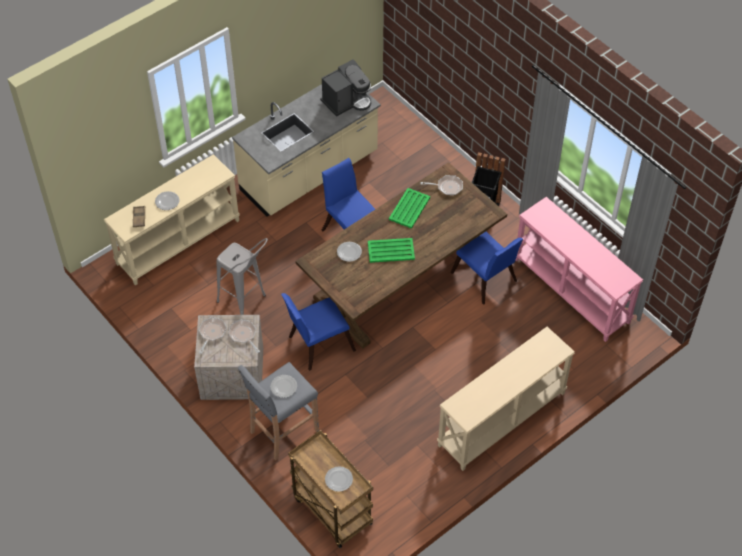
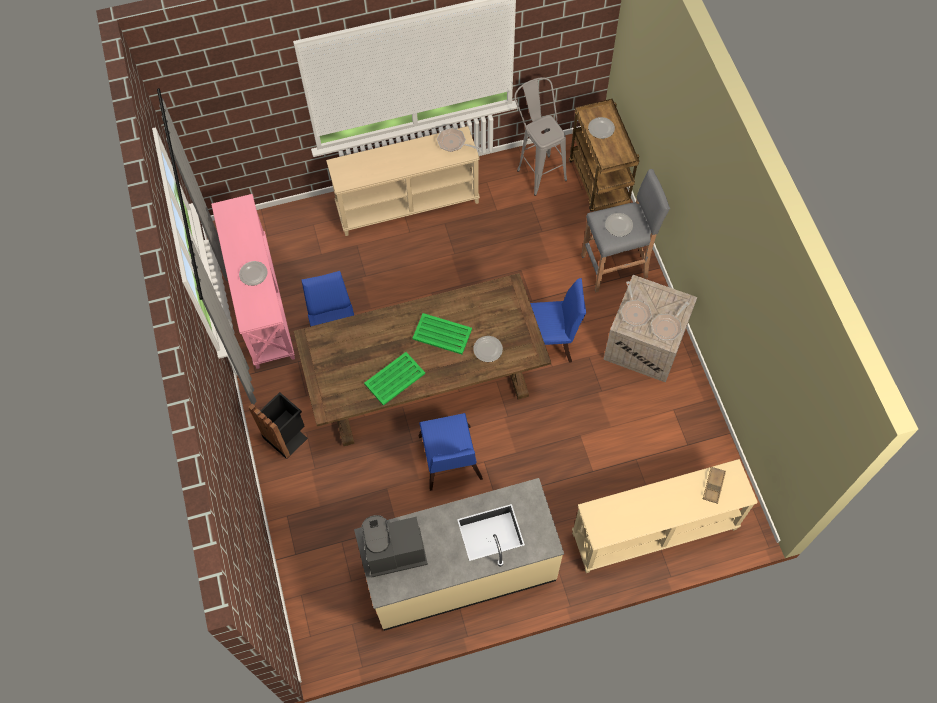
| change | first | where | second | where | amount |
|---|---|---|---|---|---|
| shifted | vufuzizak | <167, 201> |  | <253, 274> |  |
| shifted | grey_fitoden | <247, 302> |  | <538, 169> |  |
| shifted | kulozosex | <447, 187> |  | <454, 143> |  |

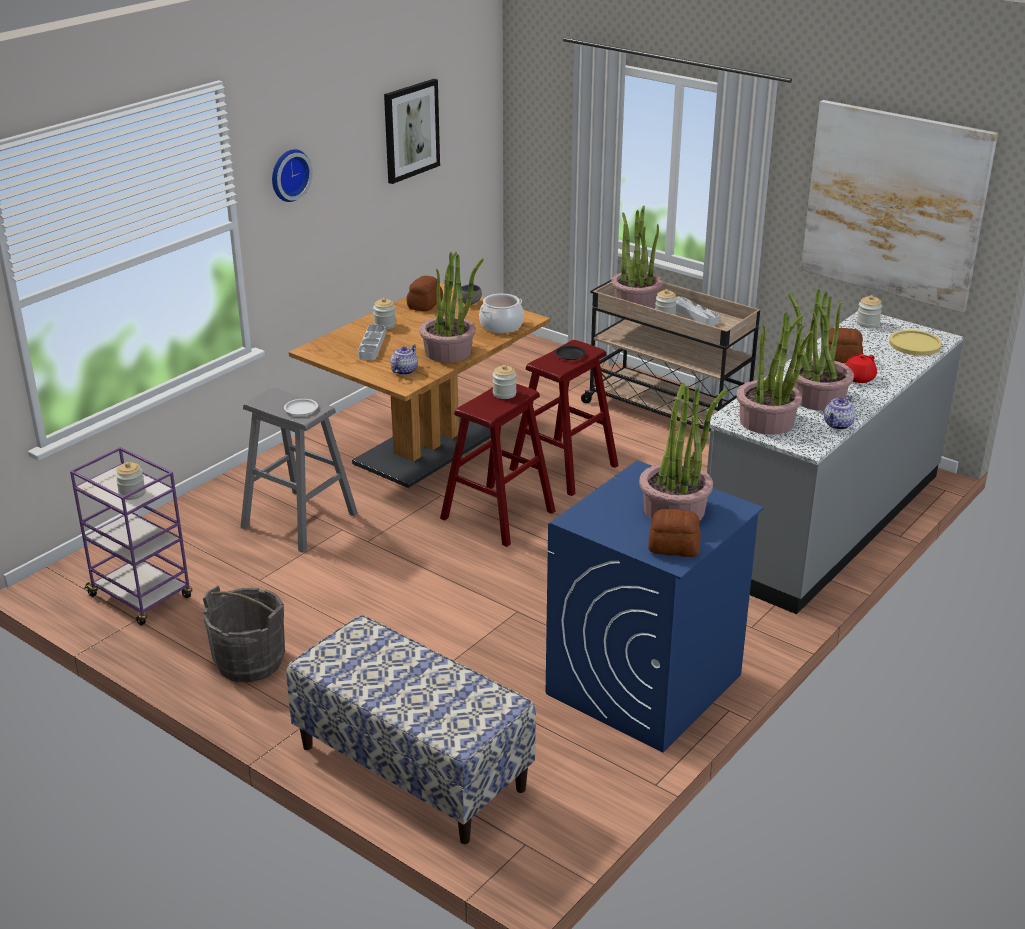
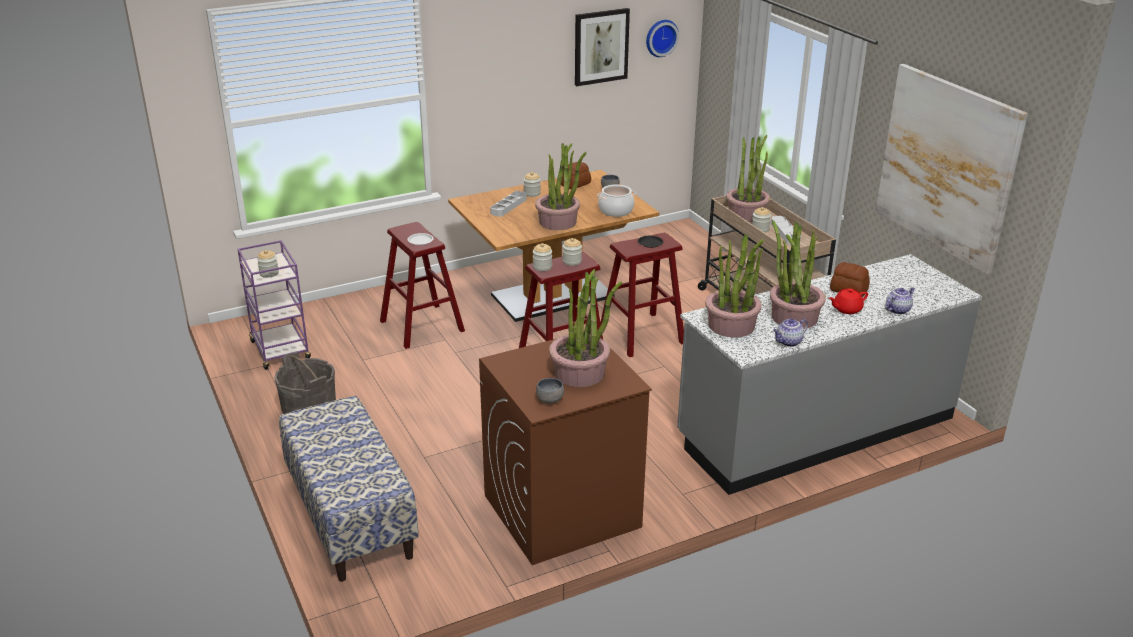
| change | first | where | second | where | amount |
|---|---|---|---|---|---|
| gone | yellow_vufuzizak | <915, 344> |  |  |  |
| shifted | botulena | <288, 174> |  | <660, 37> |  |
| shifted | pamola | <404, 370> |  | <898, 310> |  |
| shifted | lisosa | <867, 324> |  | <542, 267> |  |
| swapped | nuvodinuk | <673, 547> | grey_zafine | <549, 399> |  |
| repainted | grey_fitoden | <299, 520> | red_fitoden | <422, 326> |  |
| repainted | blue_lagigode | <643, 685> | brown_lagigode | <561, 511> |  |

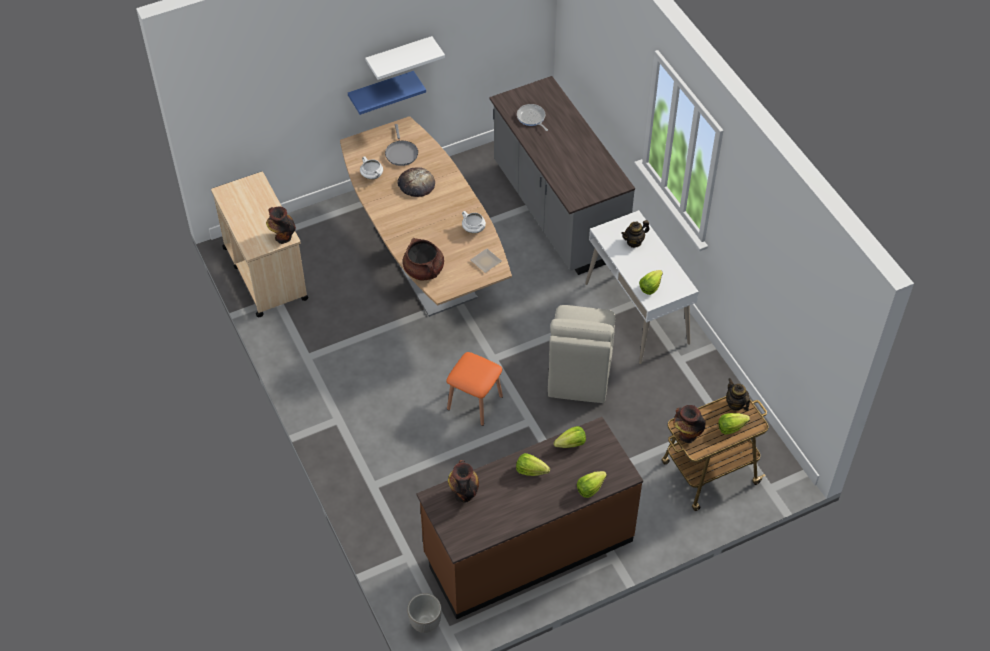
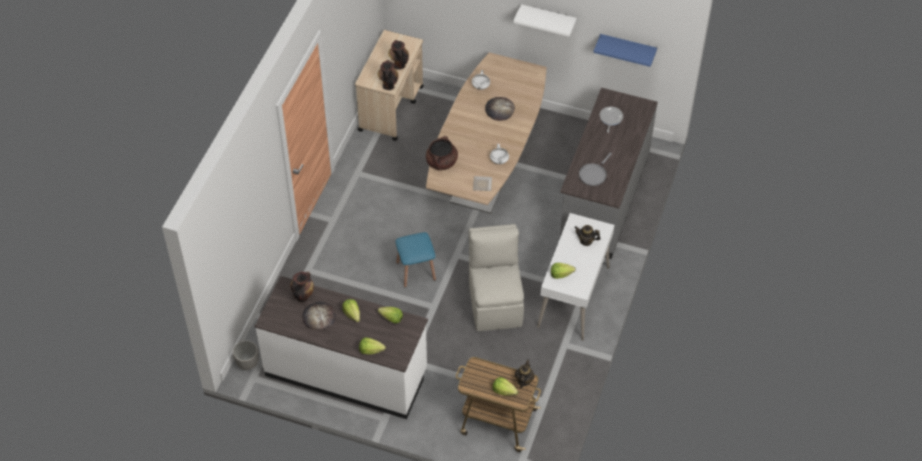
| change | first | where | second | where | amount |
|---|---|---|---|---|---|
| new |  |  | nuvodinuk | <319, 317> |  |
| shifted | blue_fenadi | <381, 91> |  | <627, 48> |  |
| shifted | grey_kulozosex | <401, 153> |  | <593, 174> |  |
| shifted | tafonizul | <686, 435> |  | <398, 64> |  |
| repainted | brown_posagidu | <528, 548> | white_posagidu | <346, 372> |  |
| repainted | orange_fitoden | <475, 402> | blue_fitoden | <416, 271> |  |
| rotated | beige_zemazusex | <579, 373> |  | <495, 303> | 120 degrees clockwise |

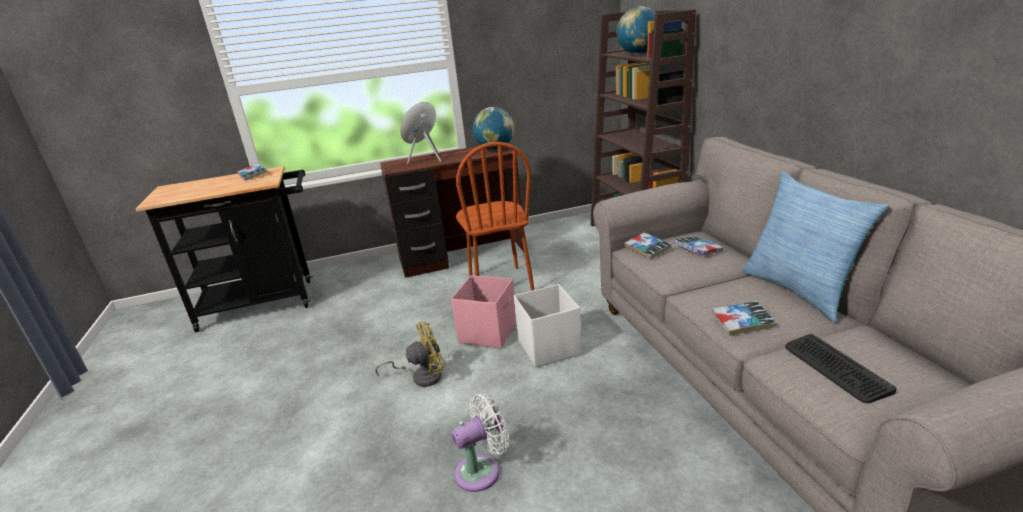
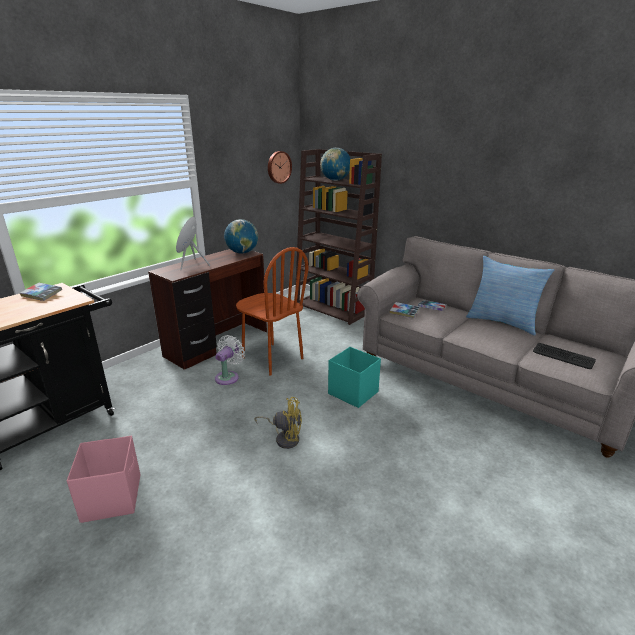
| change | first | where | second | where | amount |
|---|---|---|---|---|---|
| gone | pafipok | <742, 322> |  |  |  |
| new |  |  | botulena | <278, 167> |  |
| shifted | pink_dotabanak | <489, 332> |  | <113, 497> |  |
| shifted | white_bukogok | <482, 470> |  | <228, 377> |  |
| repainted | white_dotabanak | <549, 347> | turquoise_dotabanak | <352, 392> |  |
| rotated | yellow_bukogok | <421, 376> |  | <284, 438> | 60 degrees clockwise |

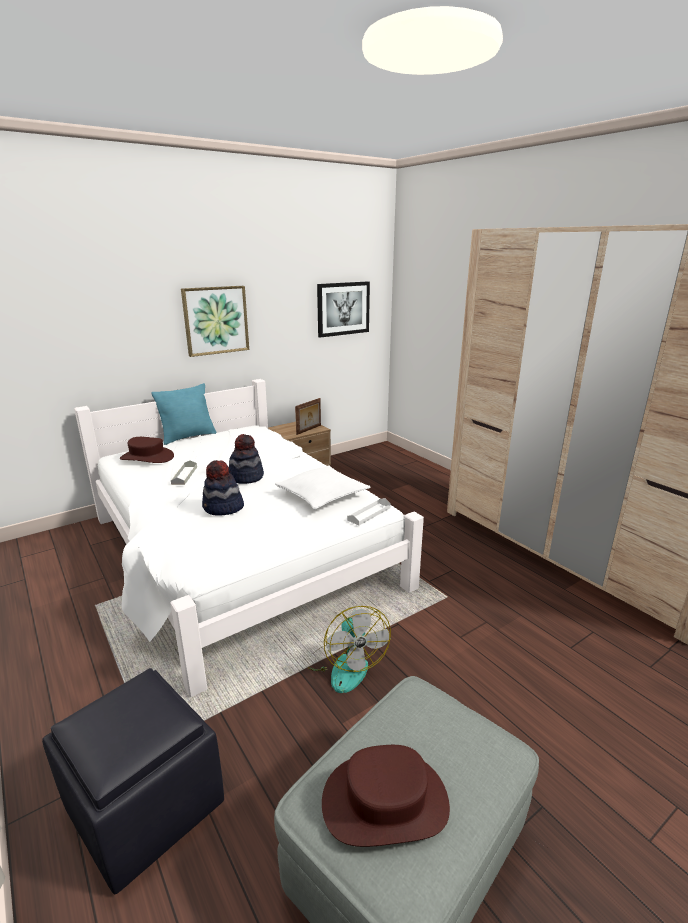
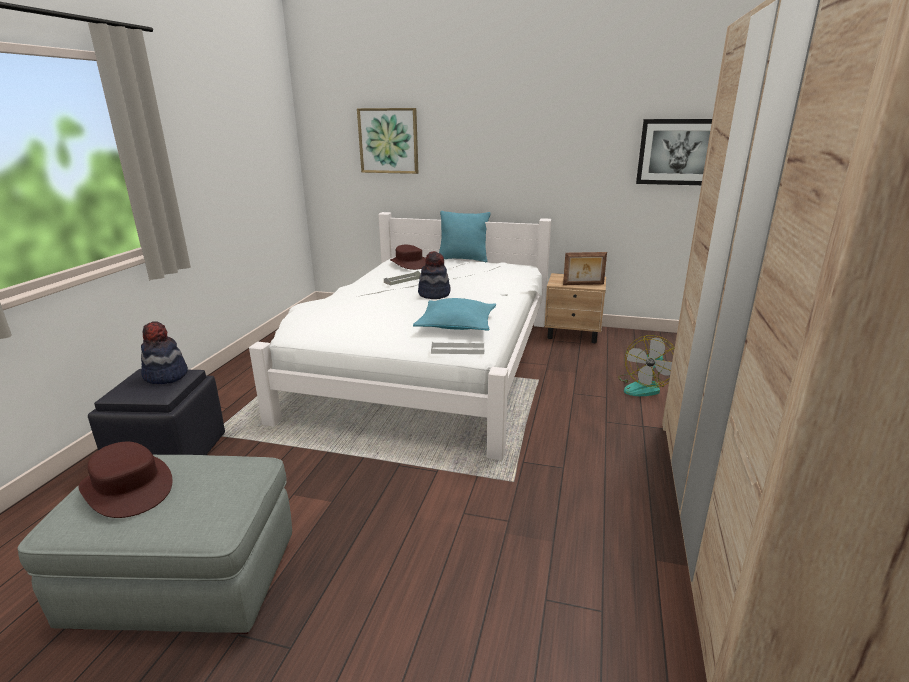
| change | first | where | second | where | amount |
|---|---|---|---|---|---|
| shifted | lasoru | <215, 320> |  | <388, 141> |  |
| shifted | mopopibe | <223, 508> |  | <165, 376> |  |
| shifted | bukogok | <345, 665> |  | <644, 386> |  |
| repainted | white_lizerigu | <322, 495> | turquoise_lizerigu | <456, 325> |  |

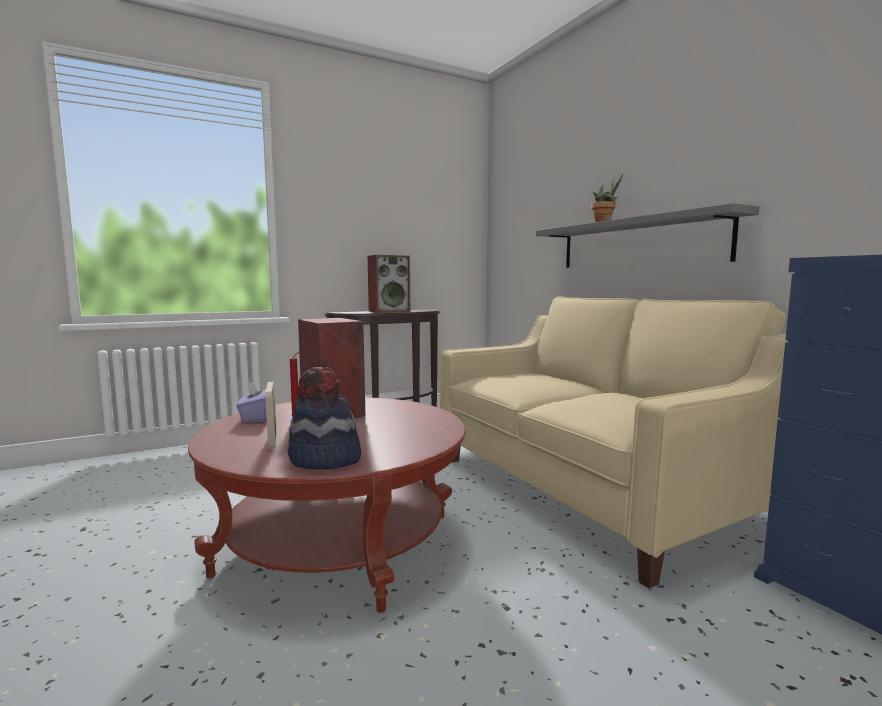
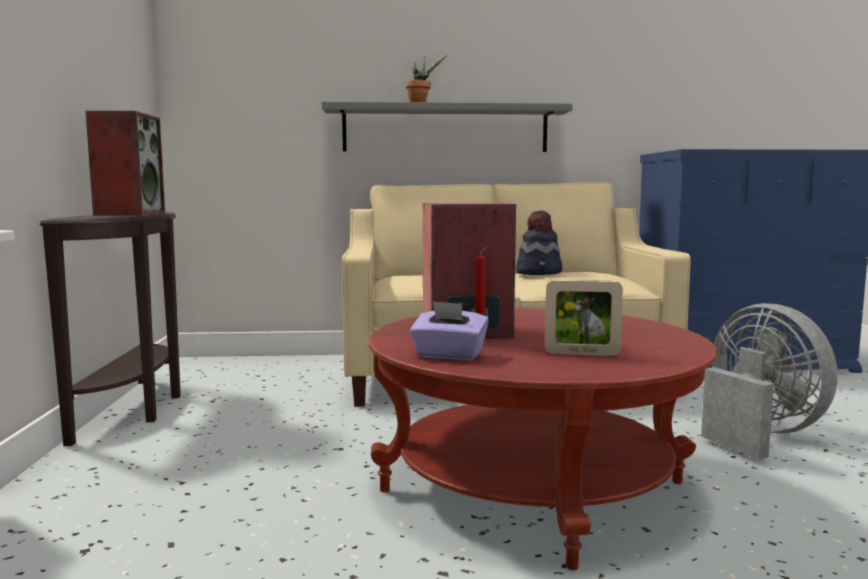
| change | first | where | second | where | amount |
|---|---|---|---|---|---|
| new |  |  | grey_bukogok | <758, 434> |  |
| shifted | mopopibe | <324, 460> |  | <539, 273> |  |

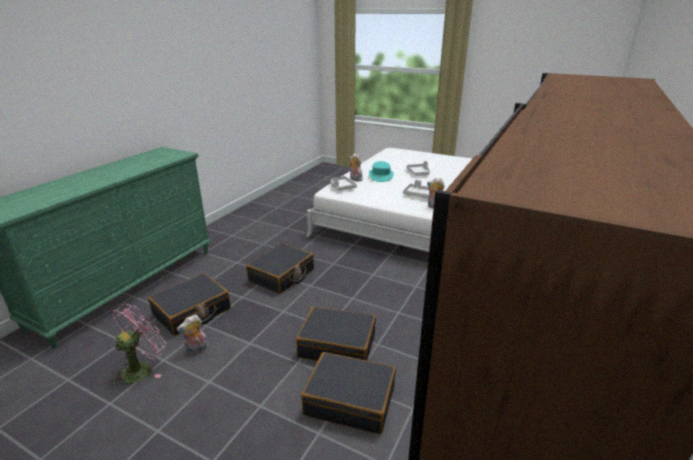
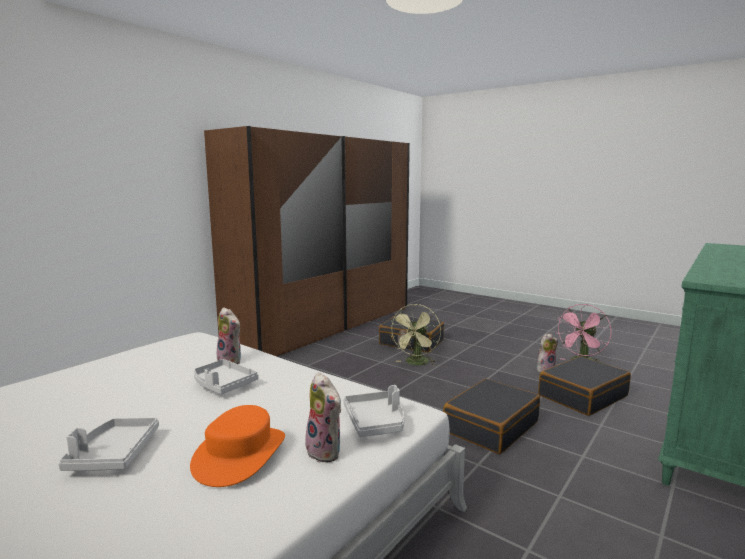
| change | first | where | second | where | amount |
|---|---|---|---|---|---|
| swapped | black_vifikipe | <337, 345> | green_bukogok | <416, 363> |  |
| repainted | turquoise_mopopibe | <381, 176> | orange_mopopibe | <240, 454> |  |

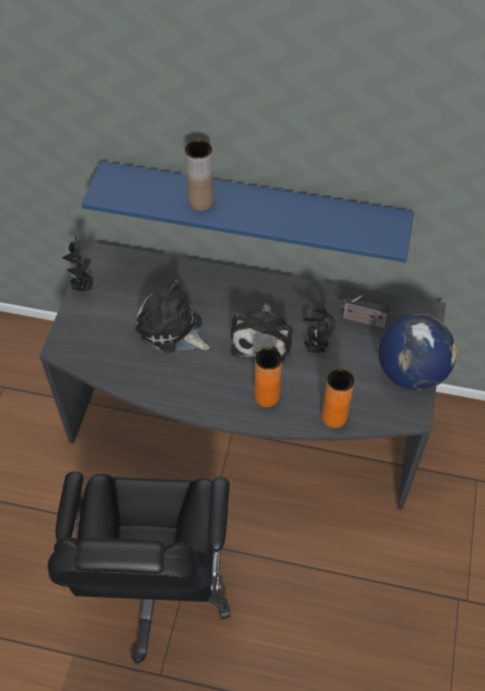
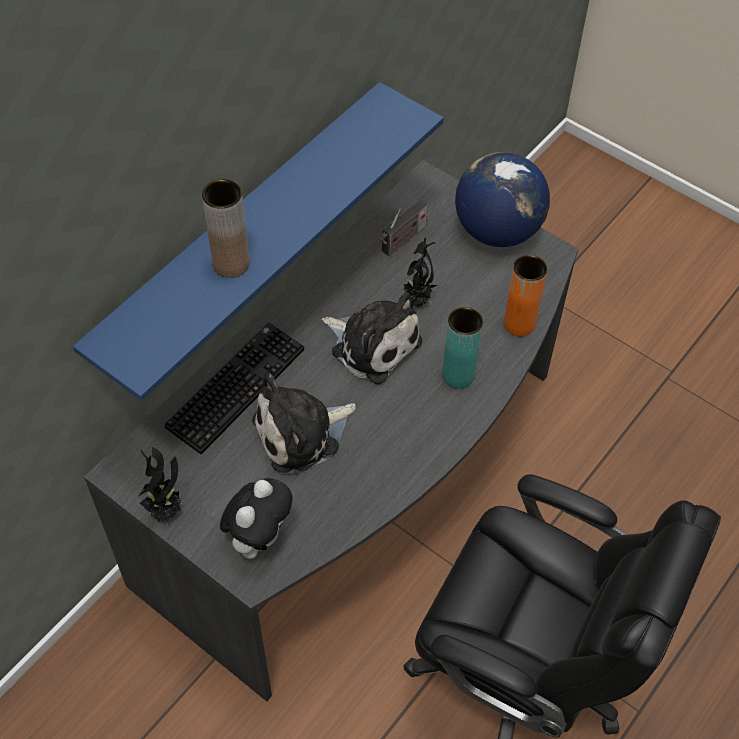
| change | first | where | second | where | amount |
|---|---|---|---|---|---|
| new |  |  | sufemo | <235, 385> |  |
| new |  |  | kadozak | <259, 537> |  |
| repainted | orange_tafonizul | <266, 397> | turquoise_tafonizul | <458, 375> |  |

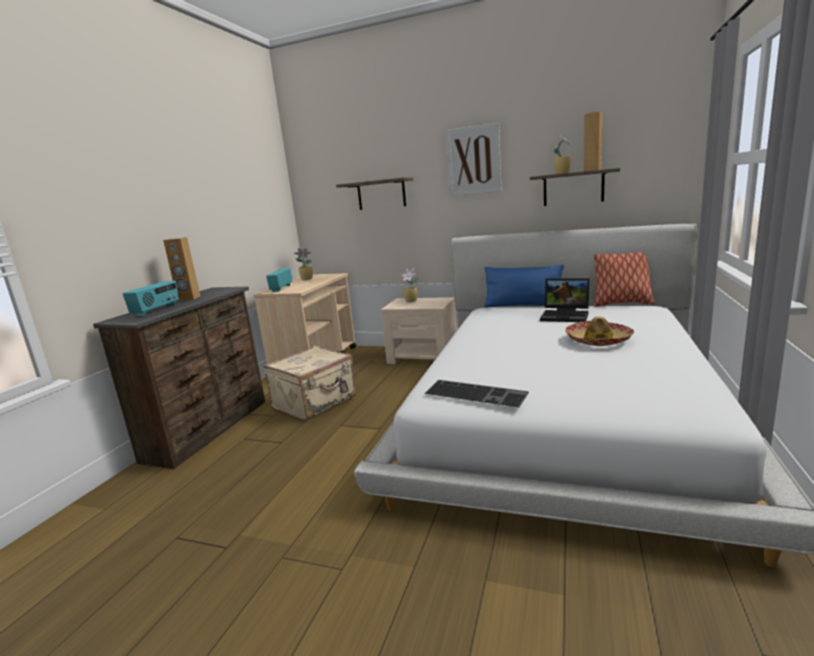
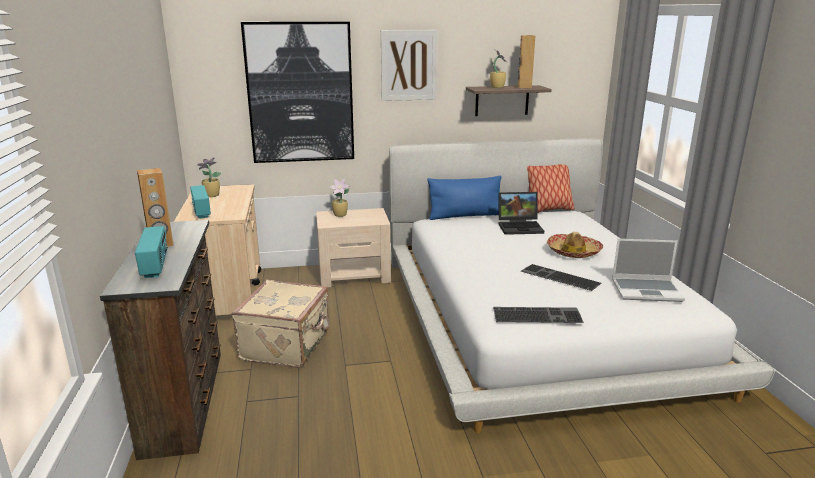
| change | first | where | second | where | amount |
|---|---|---|---|---|---|
| new |  |  | sufemo | <558, 277> |  |
| new |  |  | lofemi | <647, 290> |  |
| swapped | fenadi | <381, 194> | lasoru | <300, 93> |  |

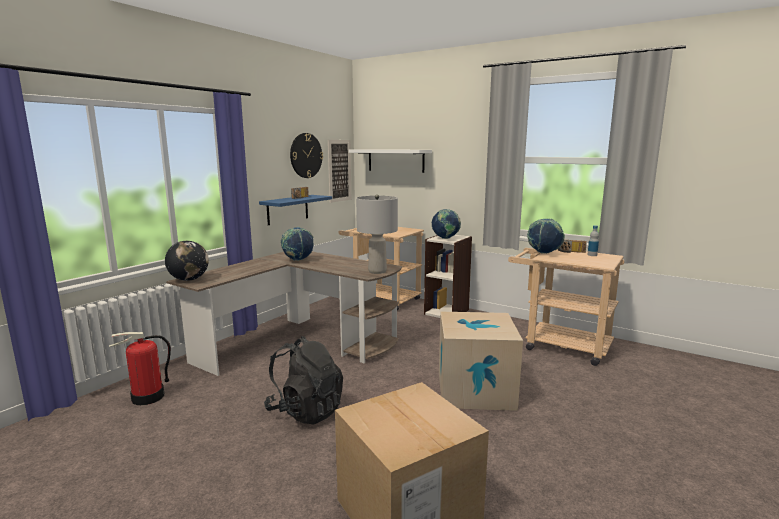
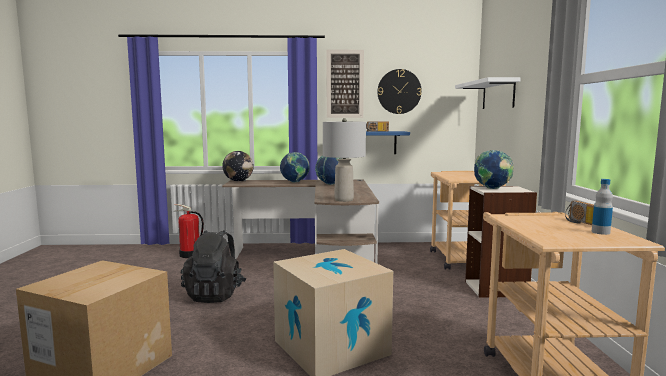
| change | first | where | second | where | amount |
|---|---|---|---|---|---|
| shifted | lasoru | <339, 170> |  | <345, 84> |  |
| shifted | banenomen | <544, 253> |  | <295, 182> |  |

